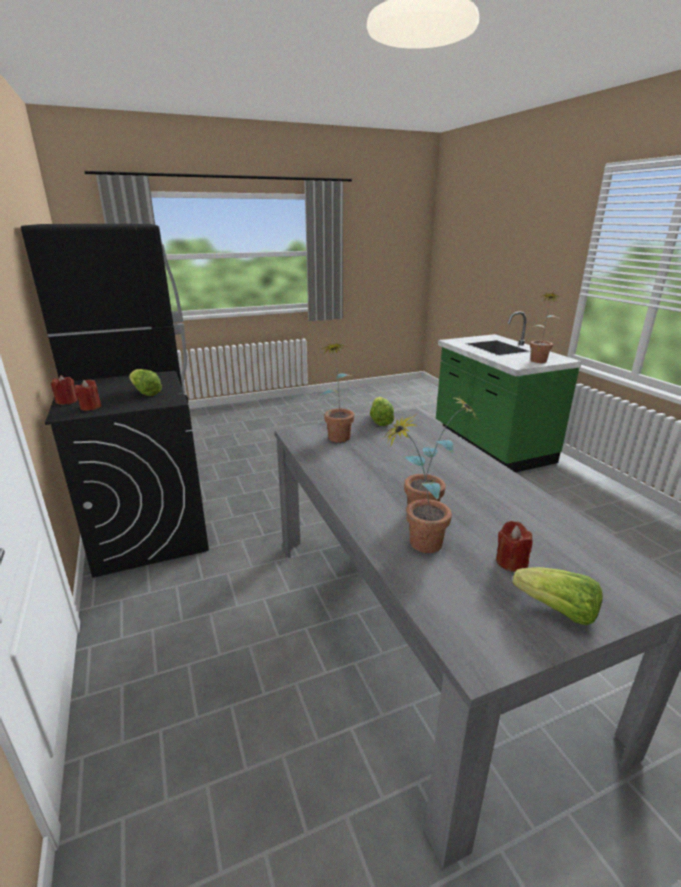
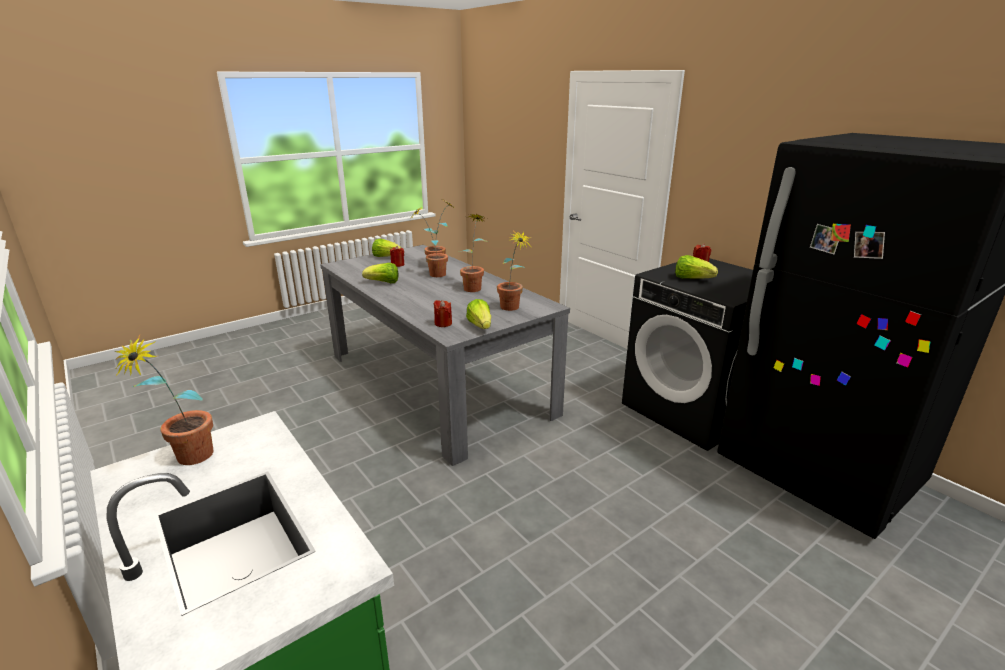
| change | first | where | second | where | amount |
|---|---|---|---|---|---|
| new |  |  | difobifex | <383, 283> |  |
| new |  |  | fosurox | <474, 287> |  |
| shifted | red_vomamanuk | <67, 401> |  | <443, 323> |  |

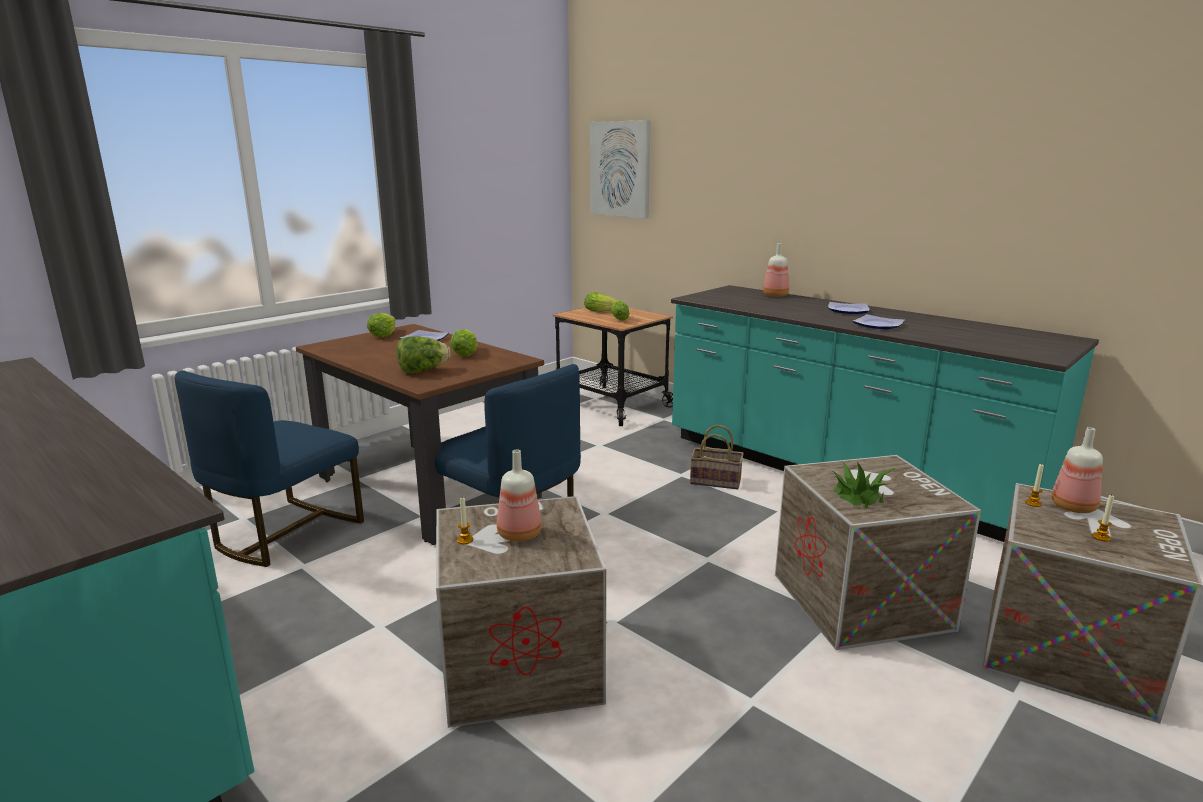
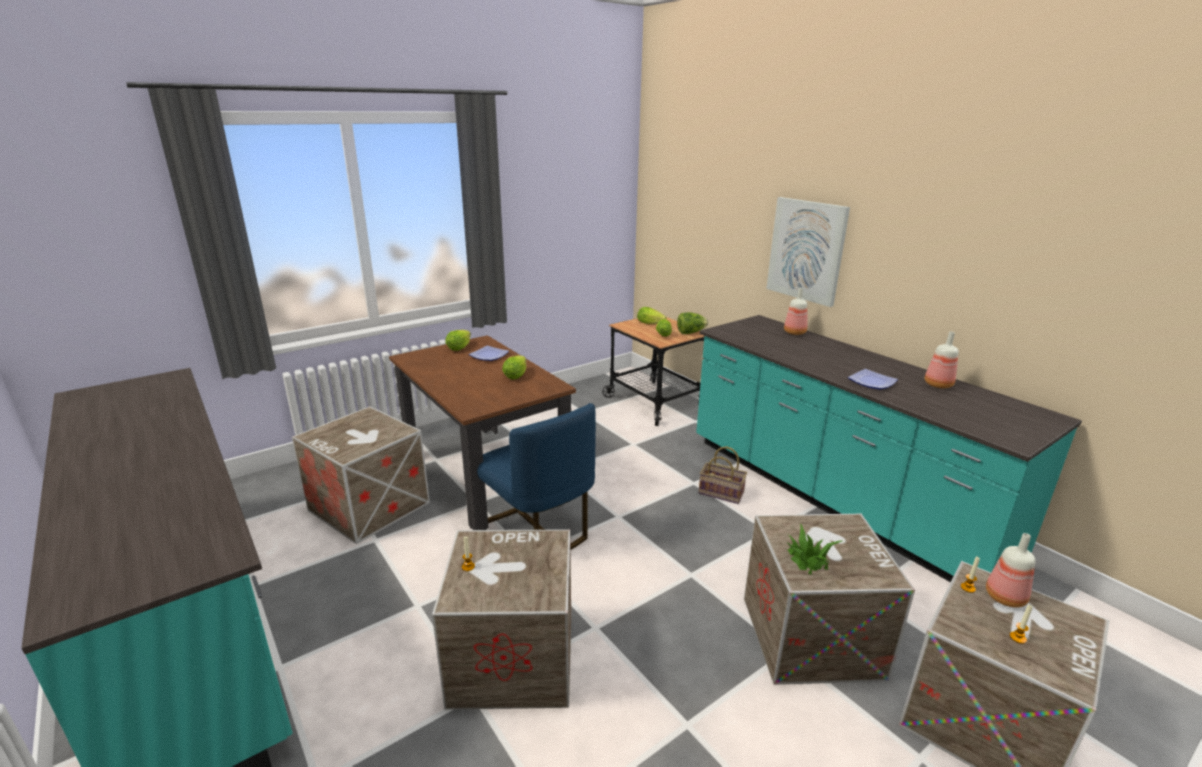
| change | first | where | second | where | amount |
|---|---|---|---|---|---|
| gone | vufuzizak | <847, 311> |  |  |  |
| shifted | difobifex | <422, 371> |  | <690, 333> |  |
| shifted | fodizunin | <518, 534> |  | <937, 385> |  |
| shifted | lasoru | <620, 169> |  | <806, 250> |  |
| swapped | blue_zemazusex | <284, 533> | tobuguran | <369, 506> |  |

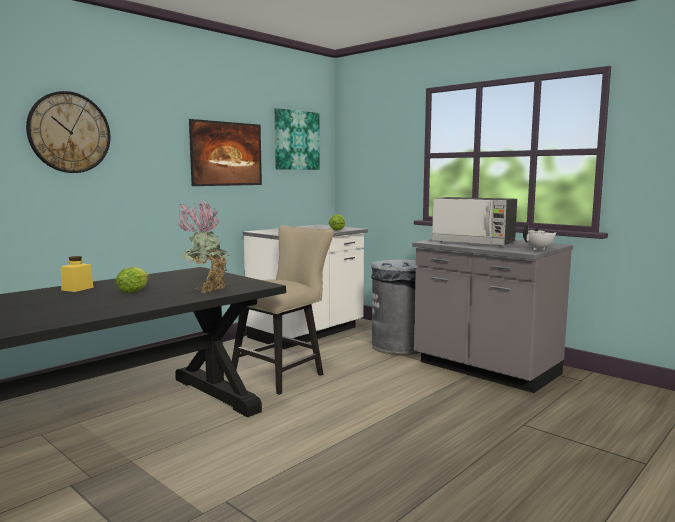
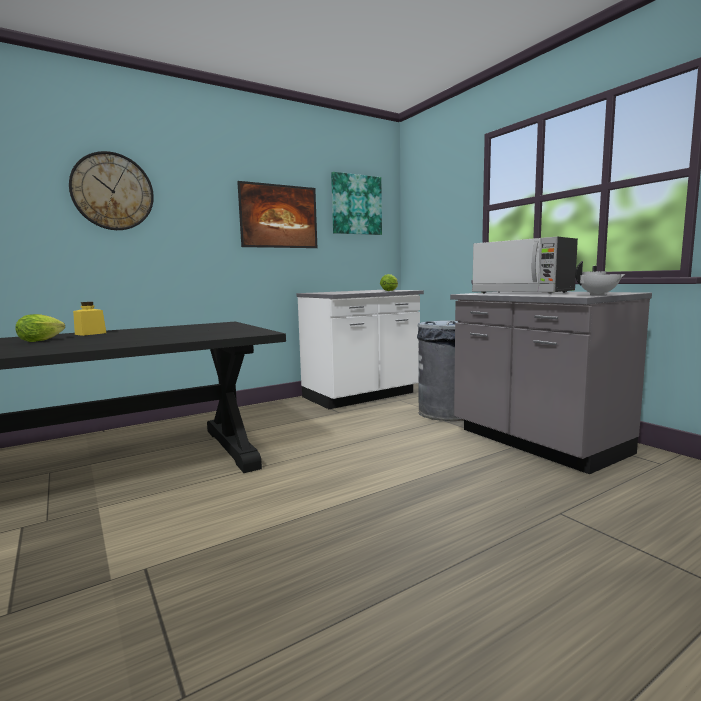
| change | first | where | second | where | amount |
|---|---|---|---|---|---|
| gone | fosurox | <206, 290> |  |  |  |
| gone | beige_zemazusex | <282, 374> |  |  |  |
| shifted | difobifex | <135, 291> |  | <43, 340> |  |

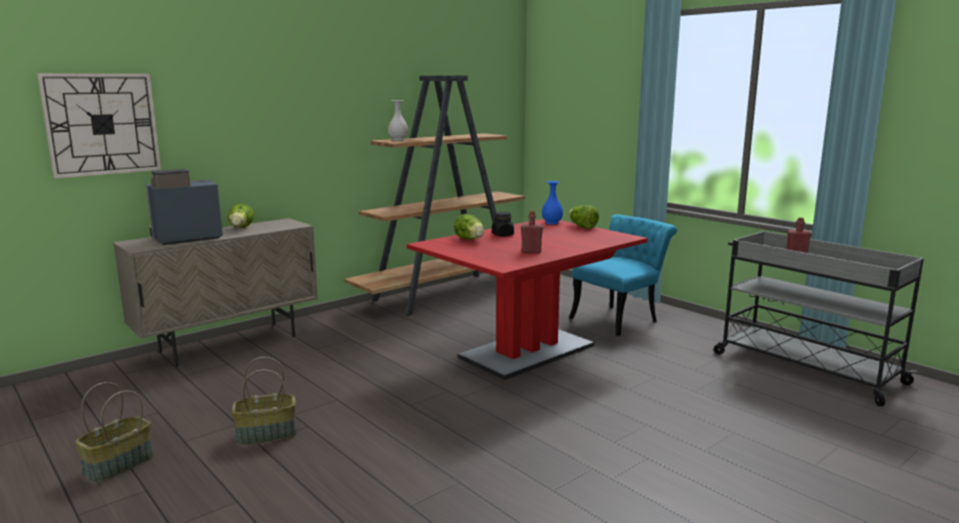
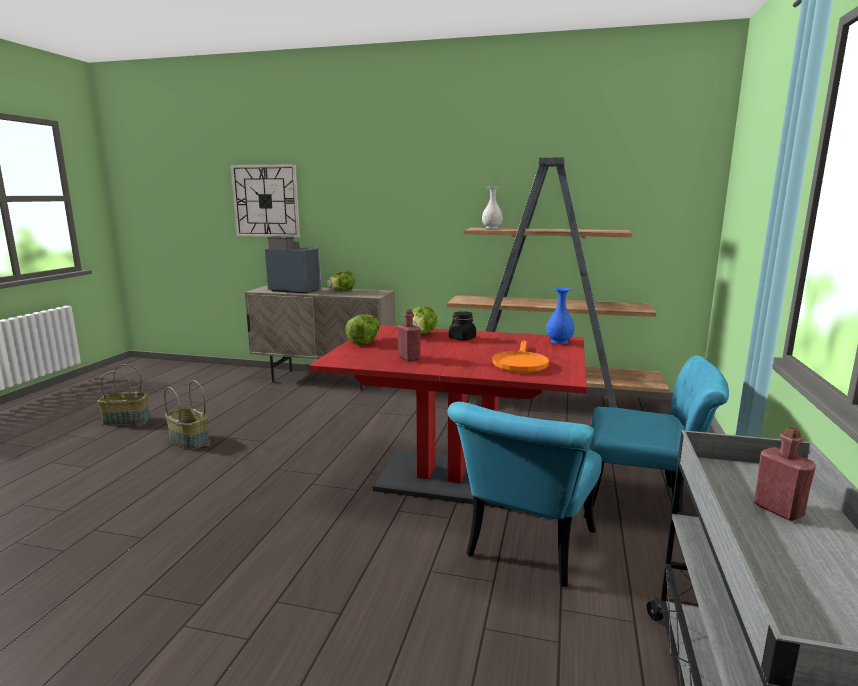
| change | first | where | second | where | amount |
|---|---|---|---|---|---|
| new |  |  | turquoise_zemazusex | <526, 551> |  |
| new |  |  | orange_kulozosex | <520, 363> |  |
| shifted | difobifex | <582, 227> |  | <364, 342> |  |

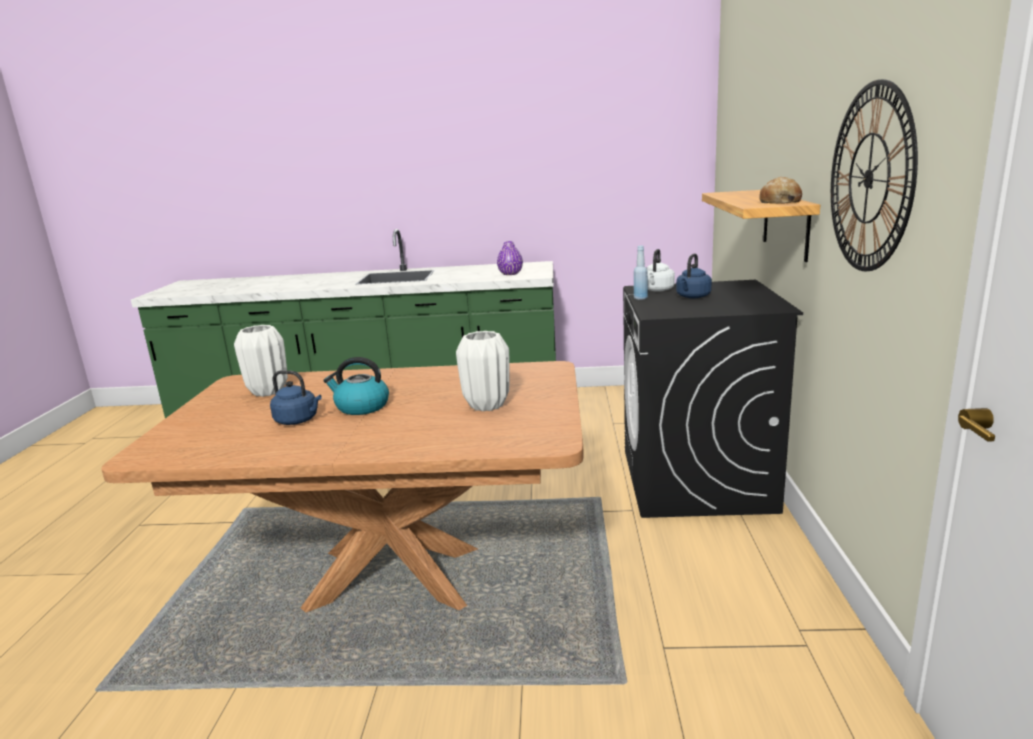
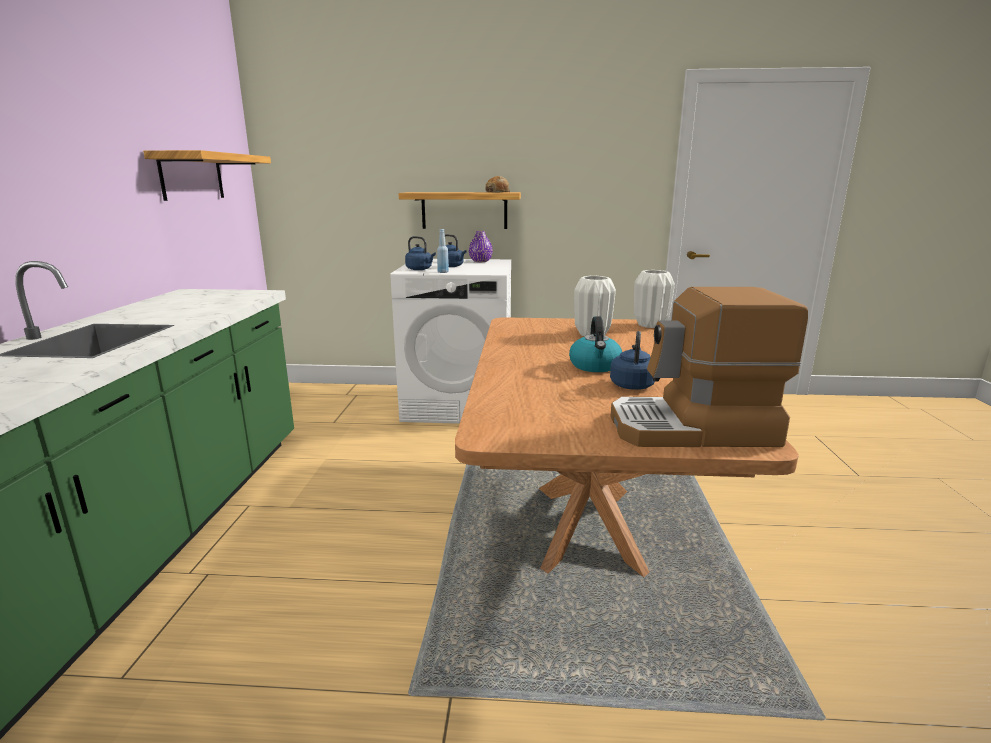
| change | first | where | second | where | amount |
|---|---|---|---|---|---|
| gone | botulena | <869, 178> |  |  |  |
| new |  |  | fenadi | <192, 176> |  |
| new |  |  | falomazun | <693, 429> |  |
| shifted | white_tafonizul | <268, 391> |  | <650, 325> |  |
| shifted | purple_tafonizul | <510, 274> |  | <480, 261> |  |
| repainted | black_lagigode | <696, 481> | white_lagigode | <459, 404> |  |
| repainted | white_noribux | <657, 290> | blue_noribux | <420, 269> |  |

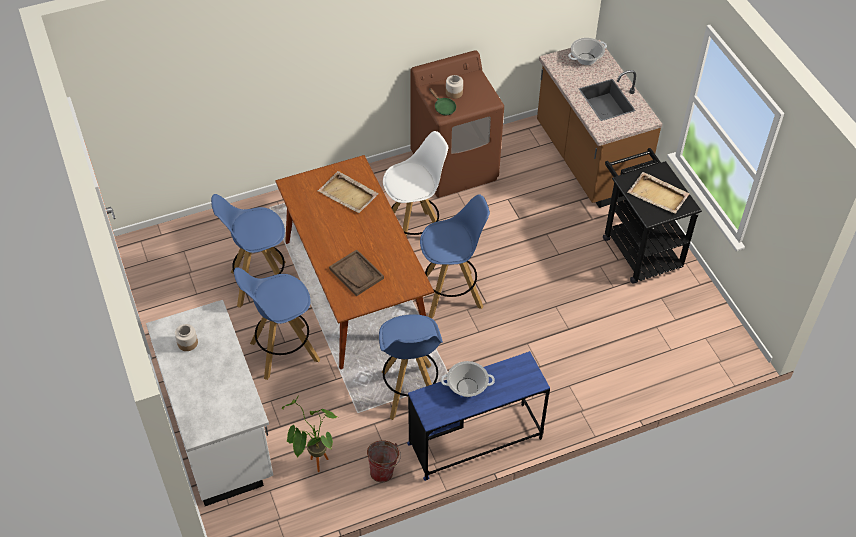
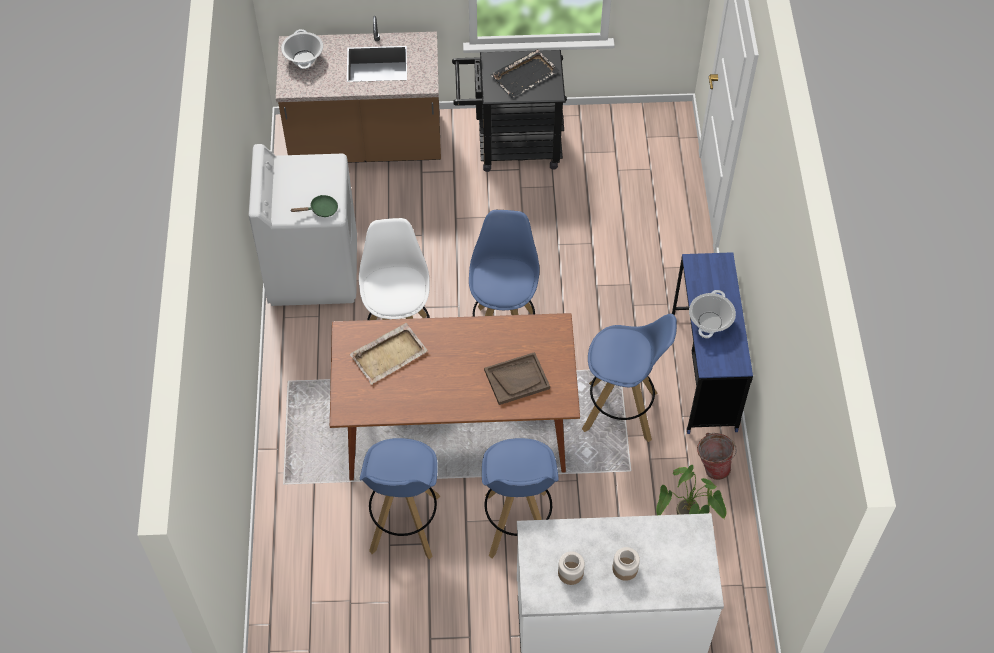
| change | first | where | second | where | amount |
|---|---|---|---|---|---|
| shifted | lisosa | <454, 92> |  | <625, 568> |  |
| repainted | brown_lagigode | <455, 166> | white_lagigode | <313, 270> |  |
| repainted | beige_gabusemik | <658, 195> | black_gabusemik | <525, 75> |  |

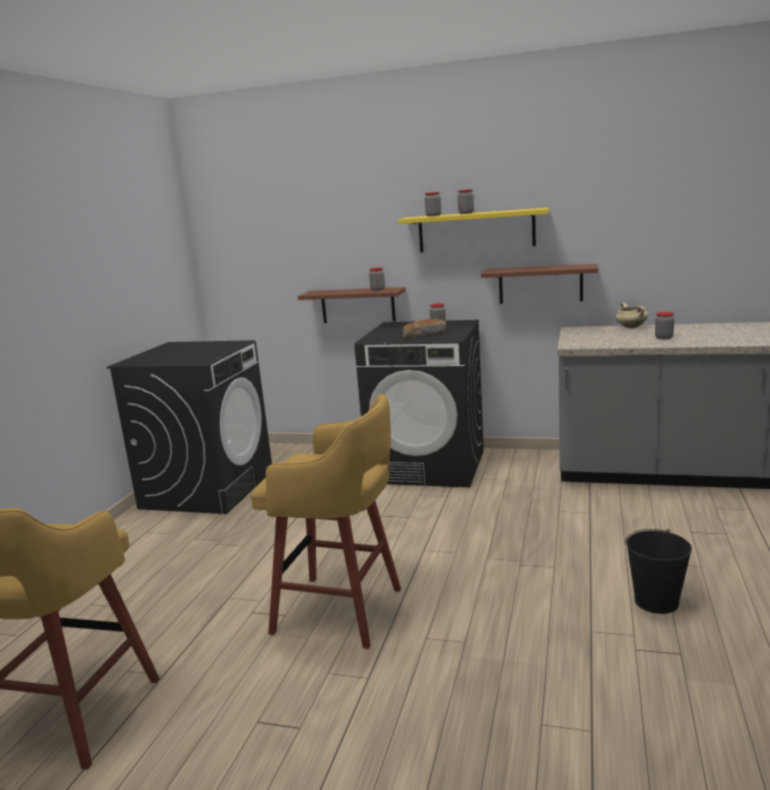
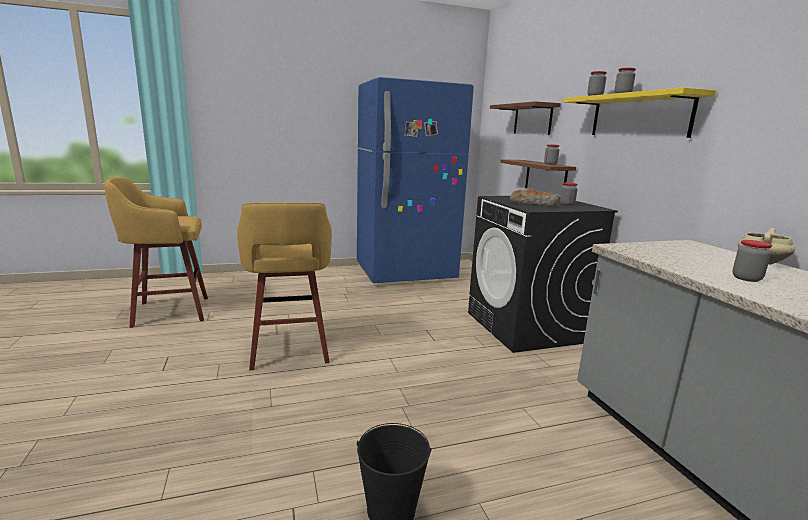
| change | first | where | second | where | amount |
|---|---|---|---|---|---|
| shifted | brown_fenadi | <540, 284> |  | <532, 119> |  |
| swapped | black_lagigode | <208, 488> | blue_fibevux | <405, 273> |  |

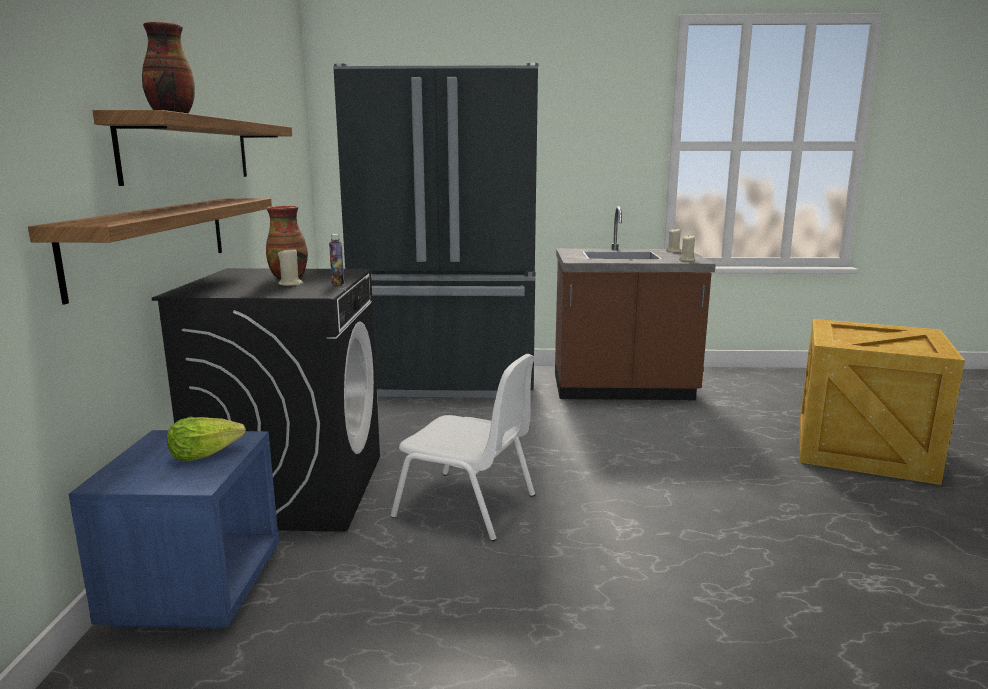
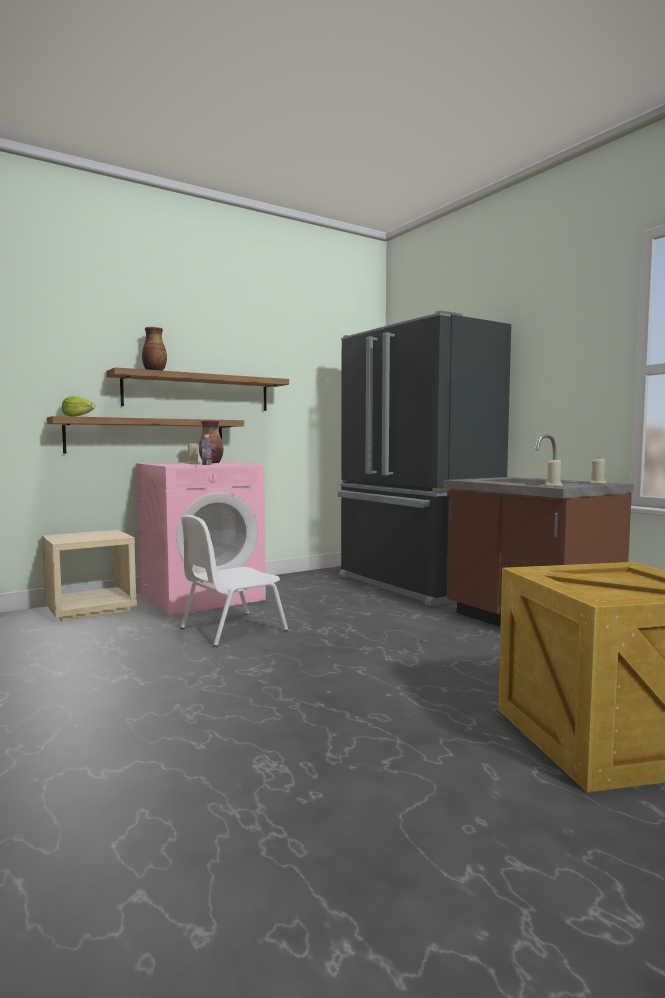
| change | first | where | second | where | amount |
|---|---|---|---|---|---|
| shifted | difobifex | <205, 454> |  | <79, 416> |  |
| repainted | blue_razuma | <195, 587> | beige_razuma | <91, 609> |  |
| repainted | black_lagigode | <293, 489> | pink_lagigode | <202, 597> |  |
| rotated | white_zemazusex | <468, 506> |  | <231, 629> | 60 degrees clockwise |

